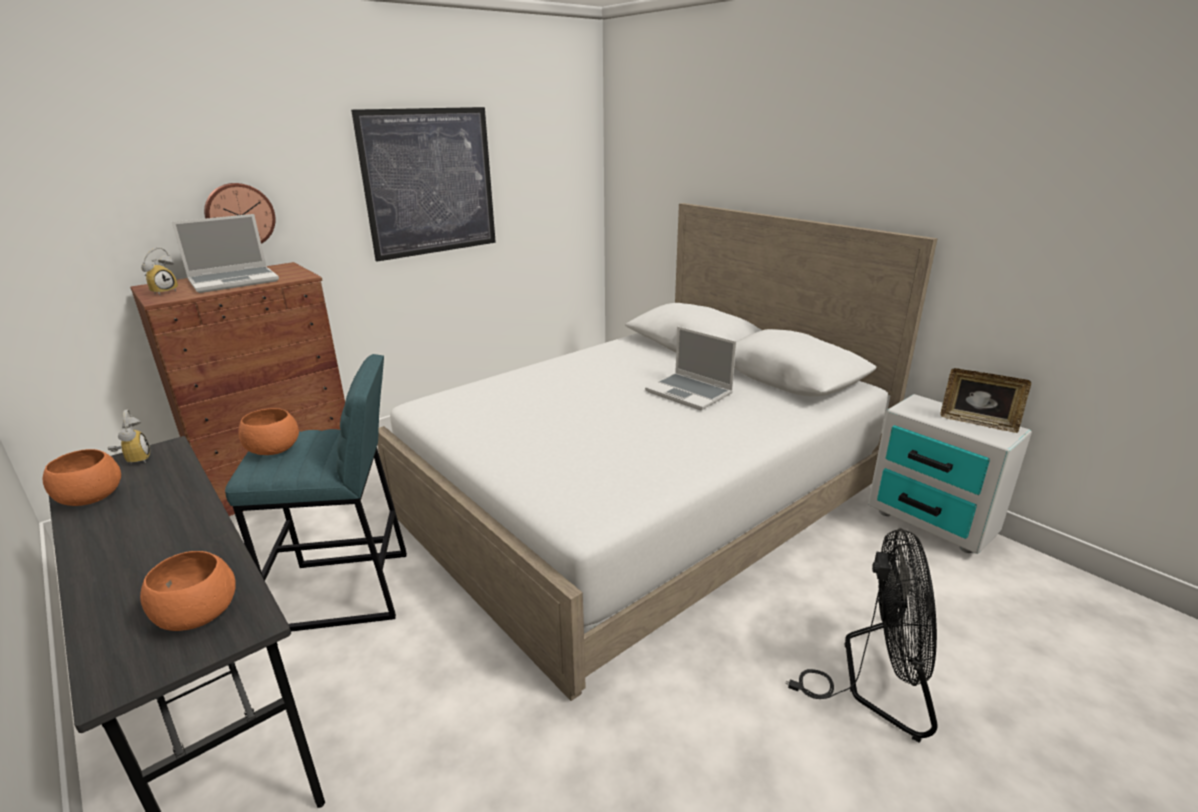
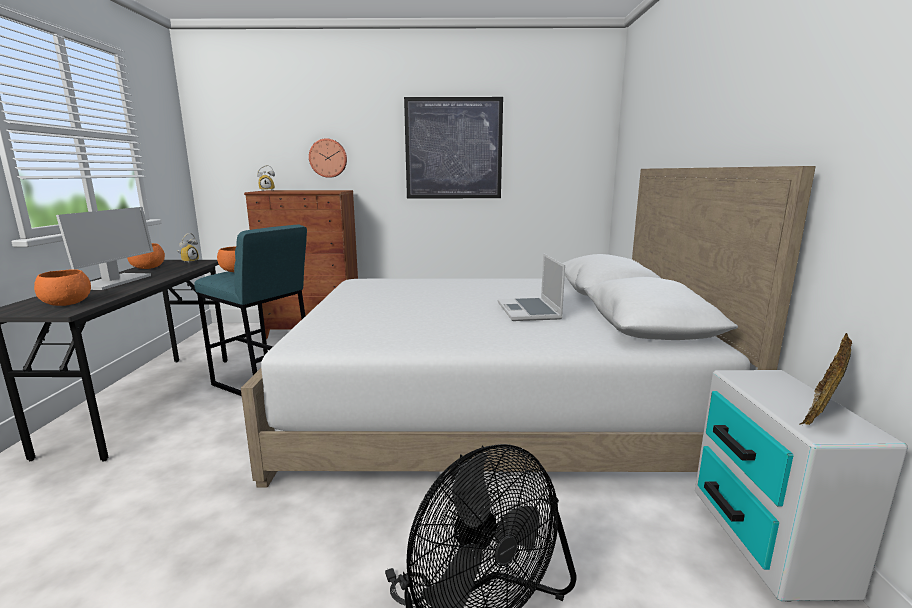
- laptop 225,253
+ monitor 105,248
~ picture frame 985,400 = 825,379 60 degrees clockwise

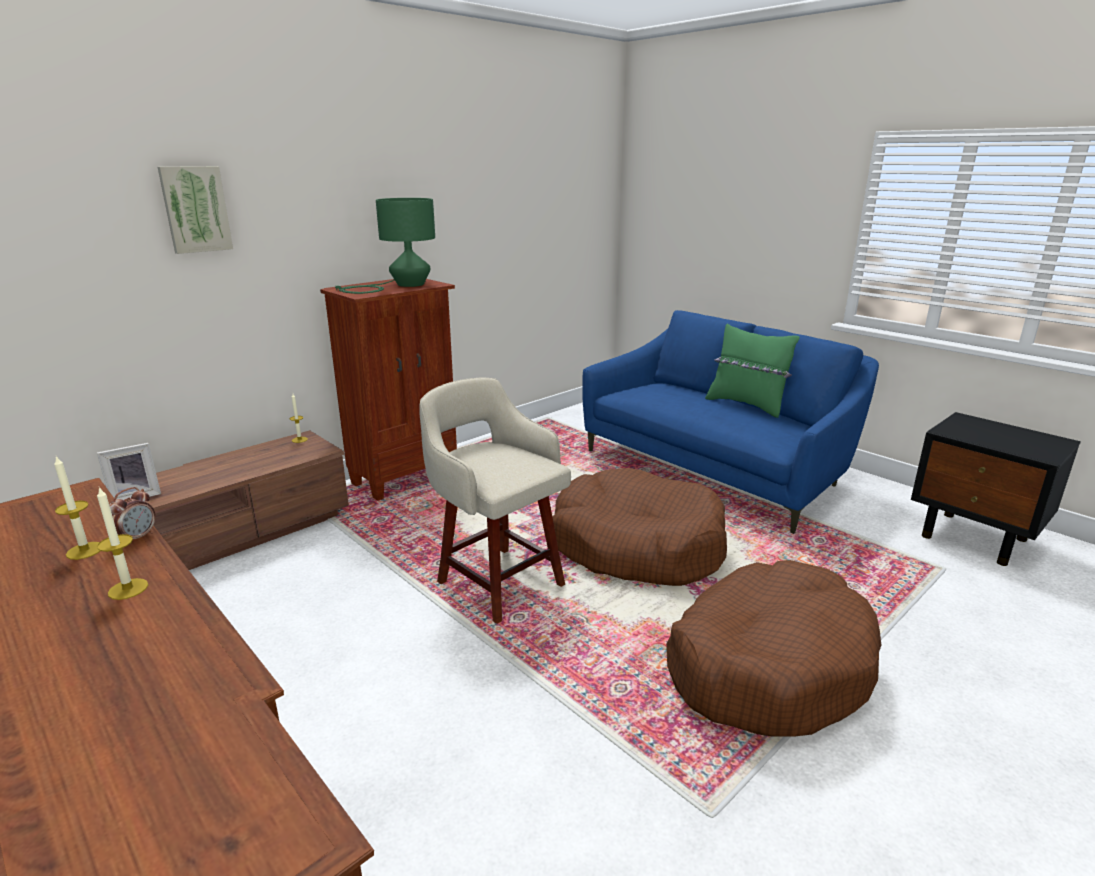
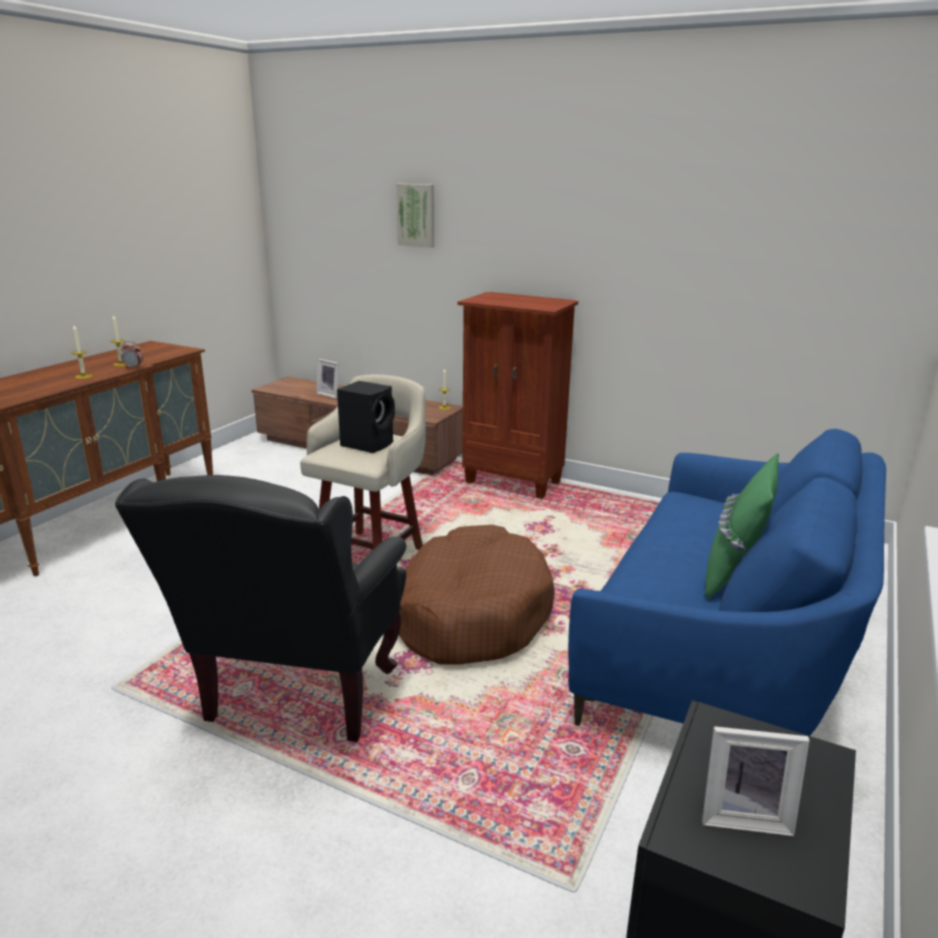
- green table lamp 385,246
+ black speaker 366,417
+ picture frame 756,781
~ brown dog bed 774,648 to black armchair 260,608

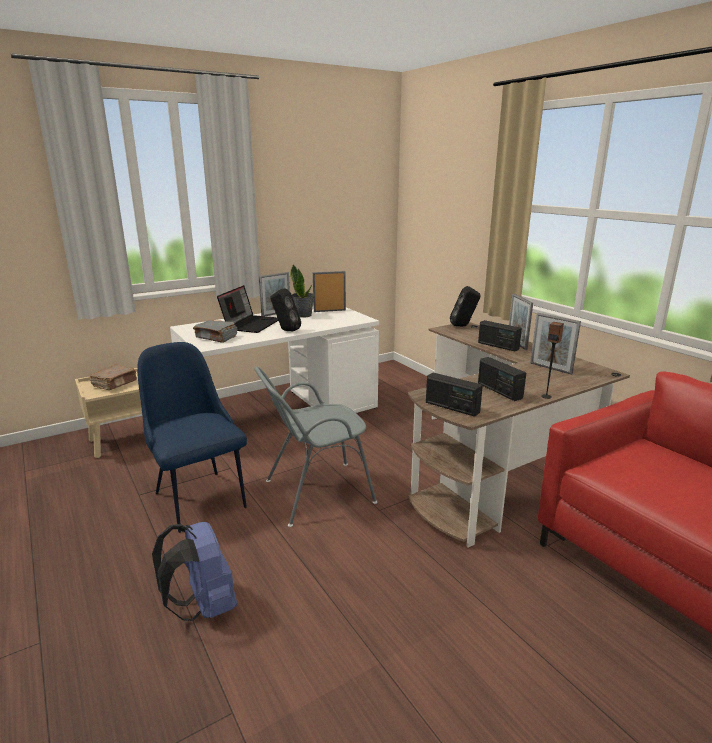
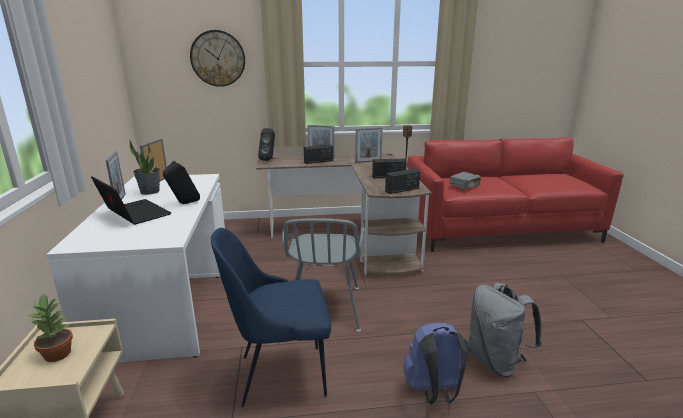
+ wall clock 217,58
+ grey backpack 505,330
~ grey book 215,331 to 465,180
~ brown book 113,377 to potted plant 50,328

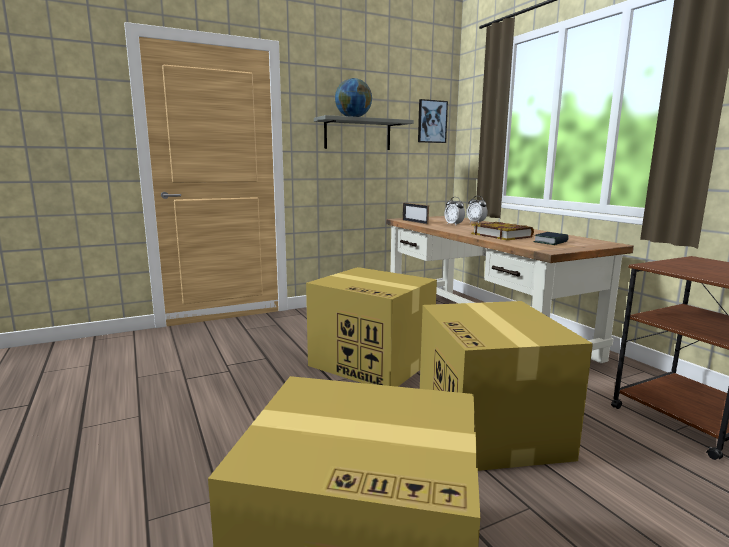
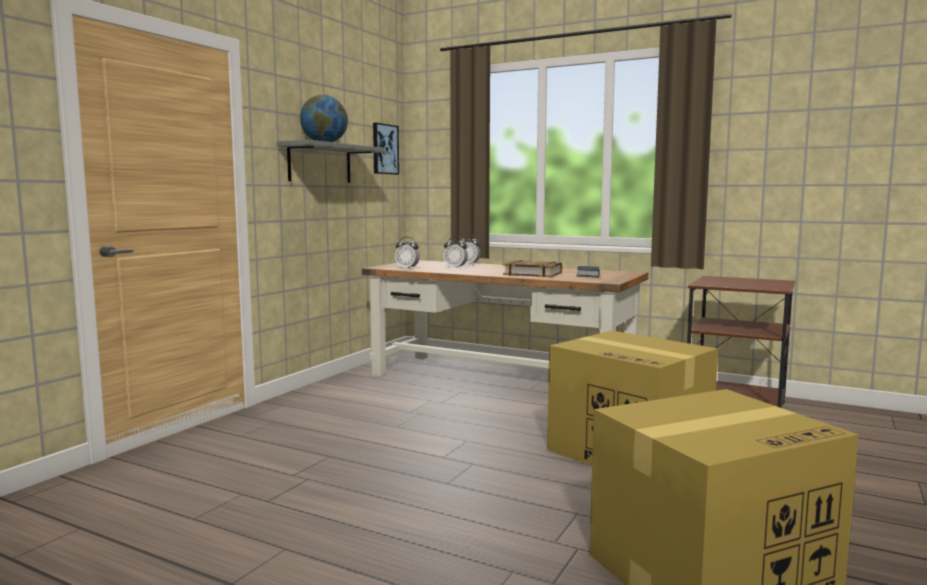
- cardboard box 371,327
~ picture frame 416,213 to alarm clock 407,253

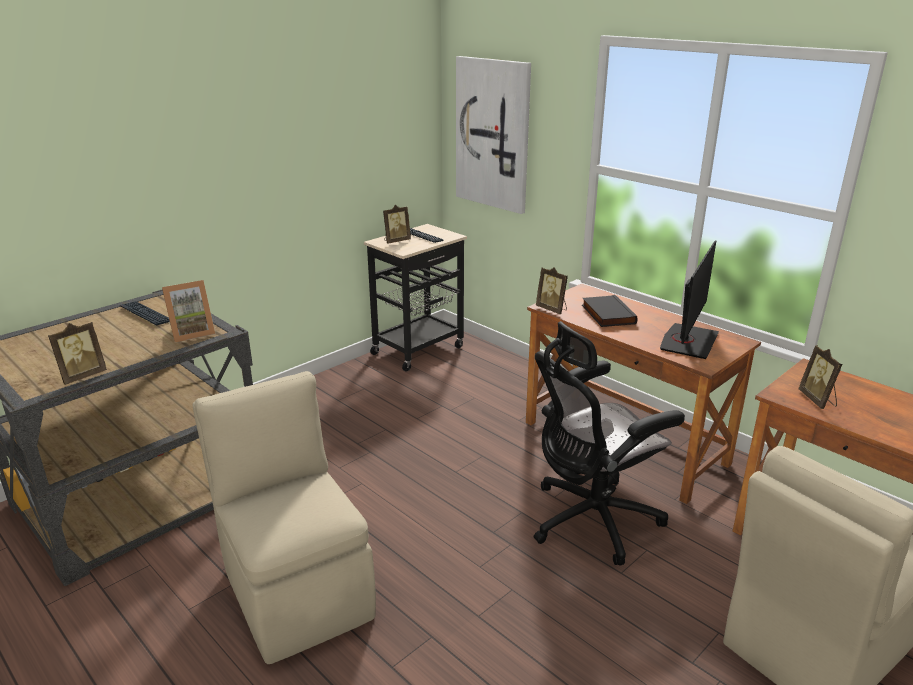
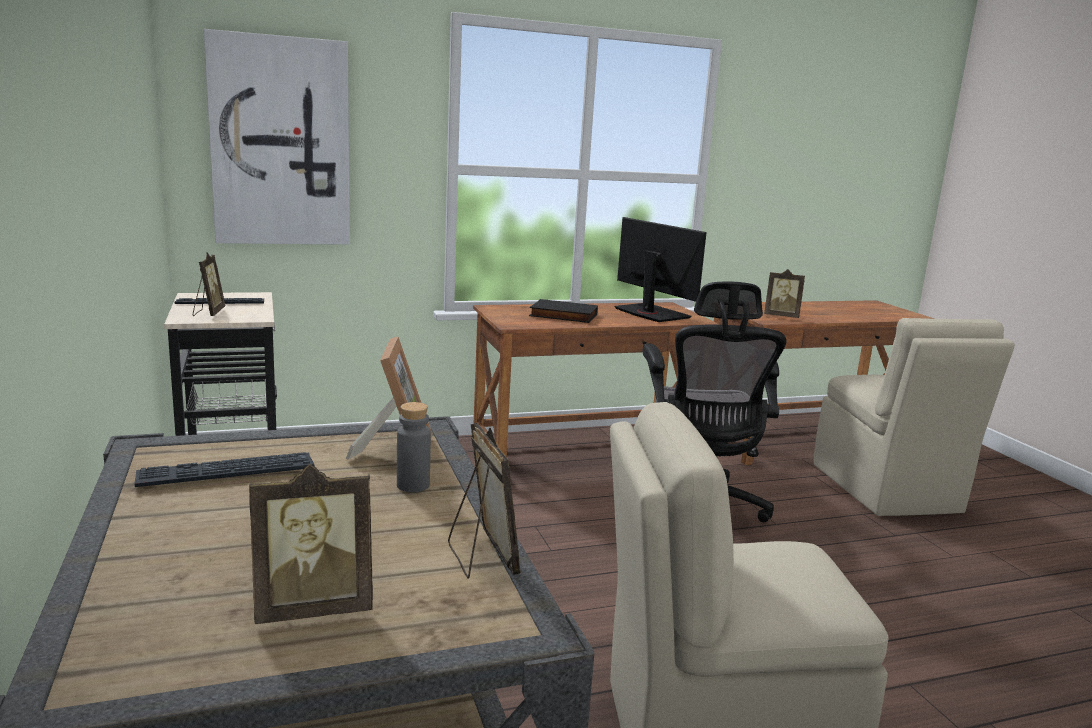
+ grey bottle 414,447
~ picture frame 552,290 to 311,544

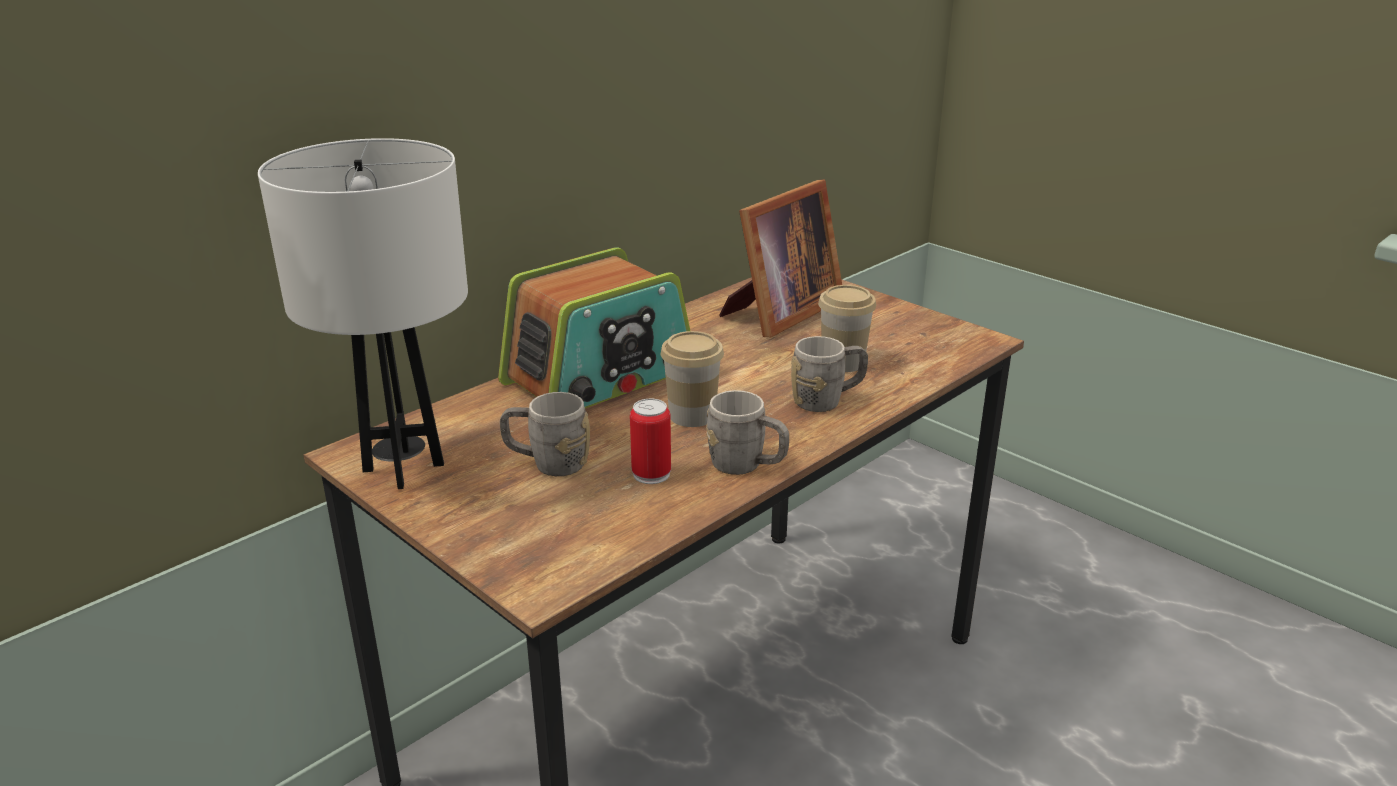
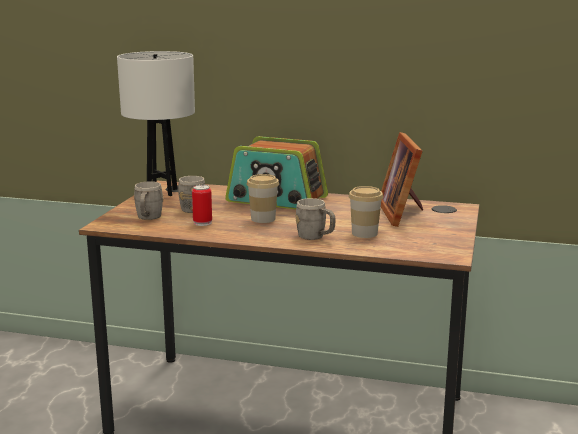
~ grey mug 747,432 to 149,200
~ picture frame 780,258 = 402,179 75 degrees clockwise

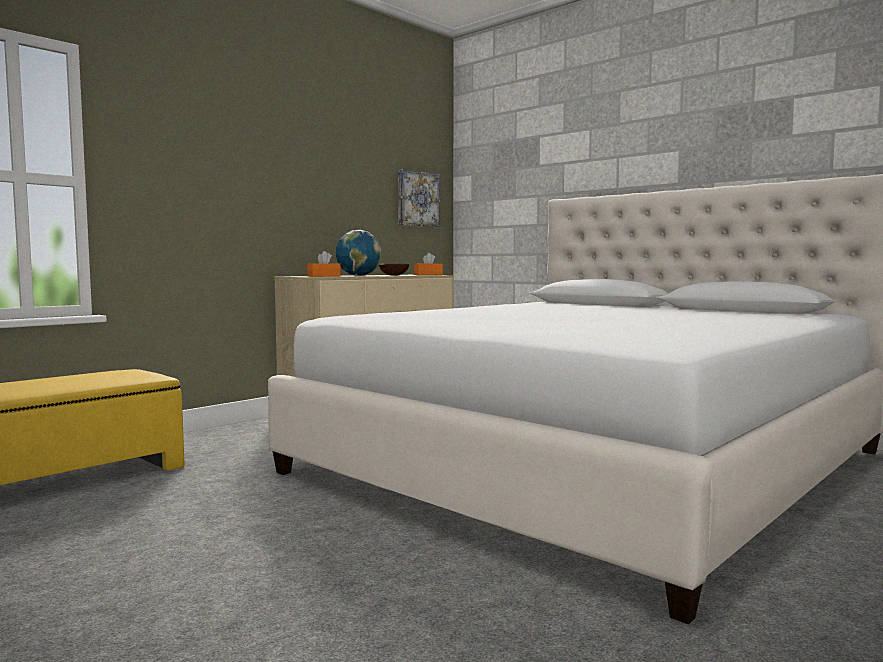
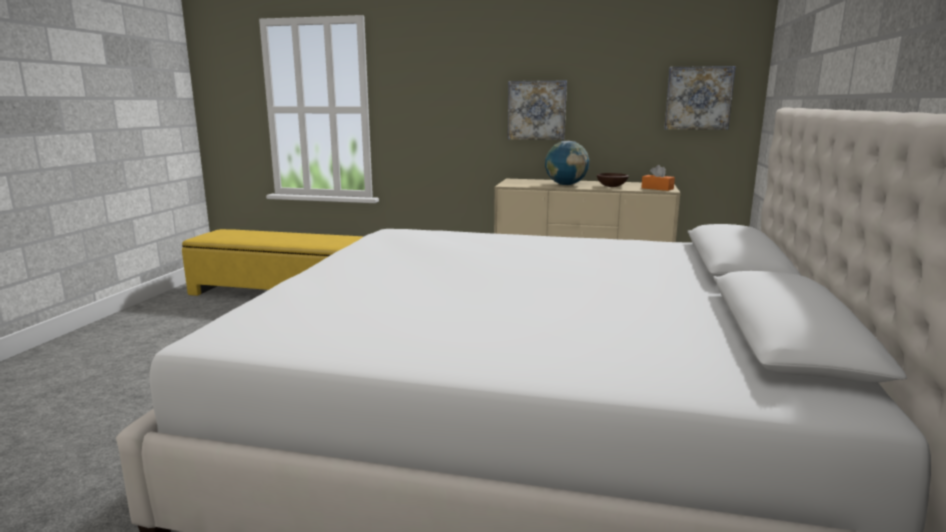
- orange tissue box 324,264
+ picture 537,110

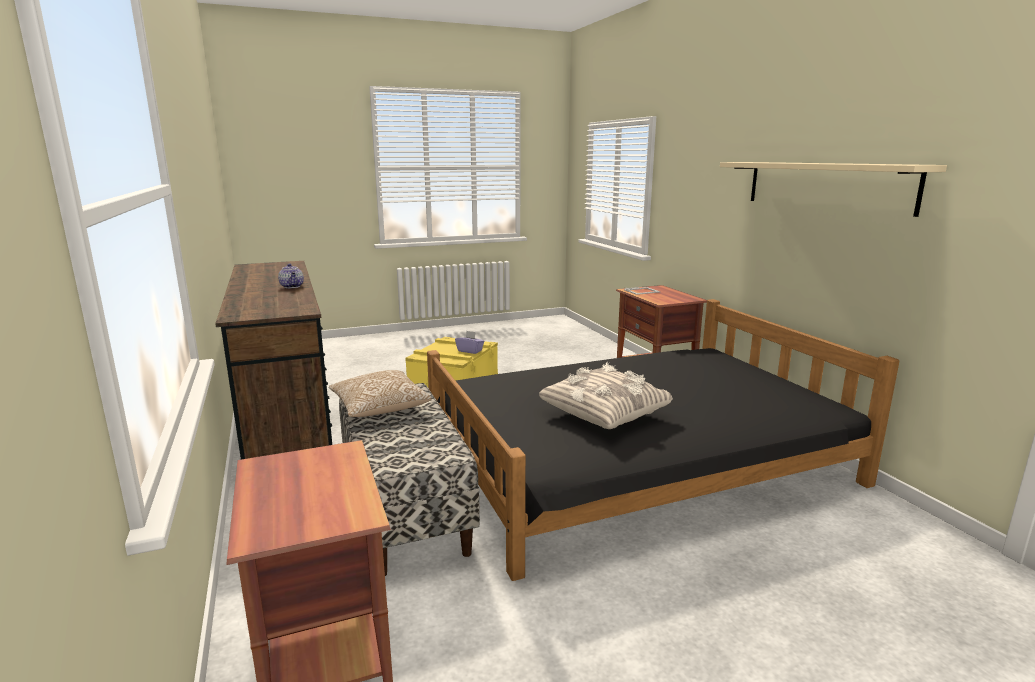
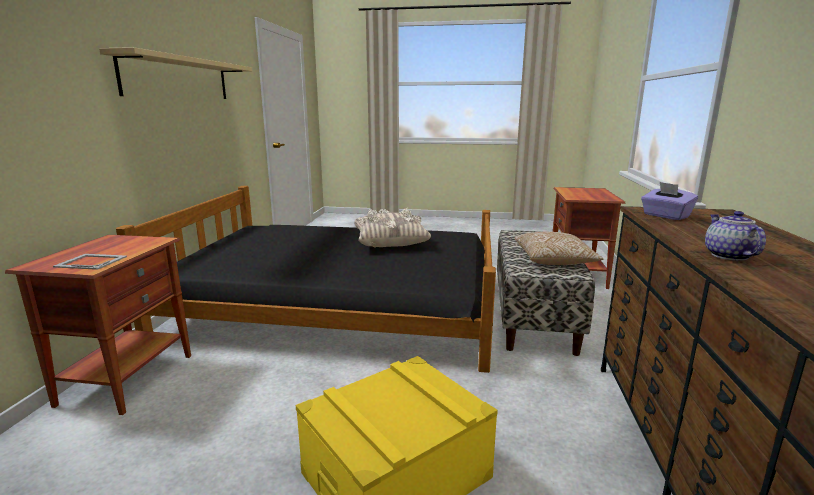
~ purple tissue box 469,342 to 669,201

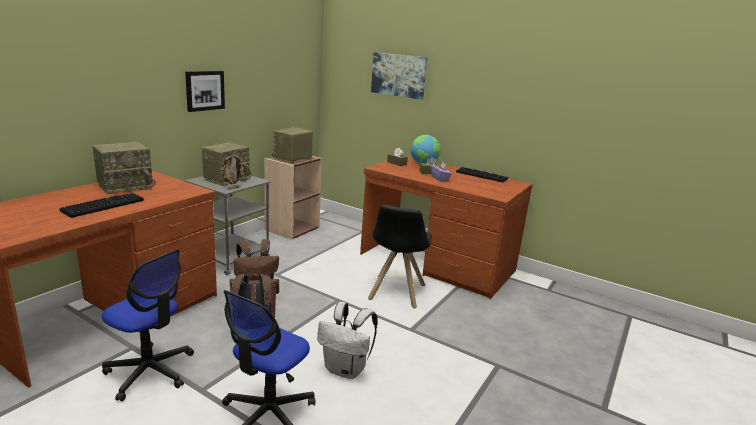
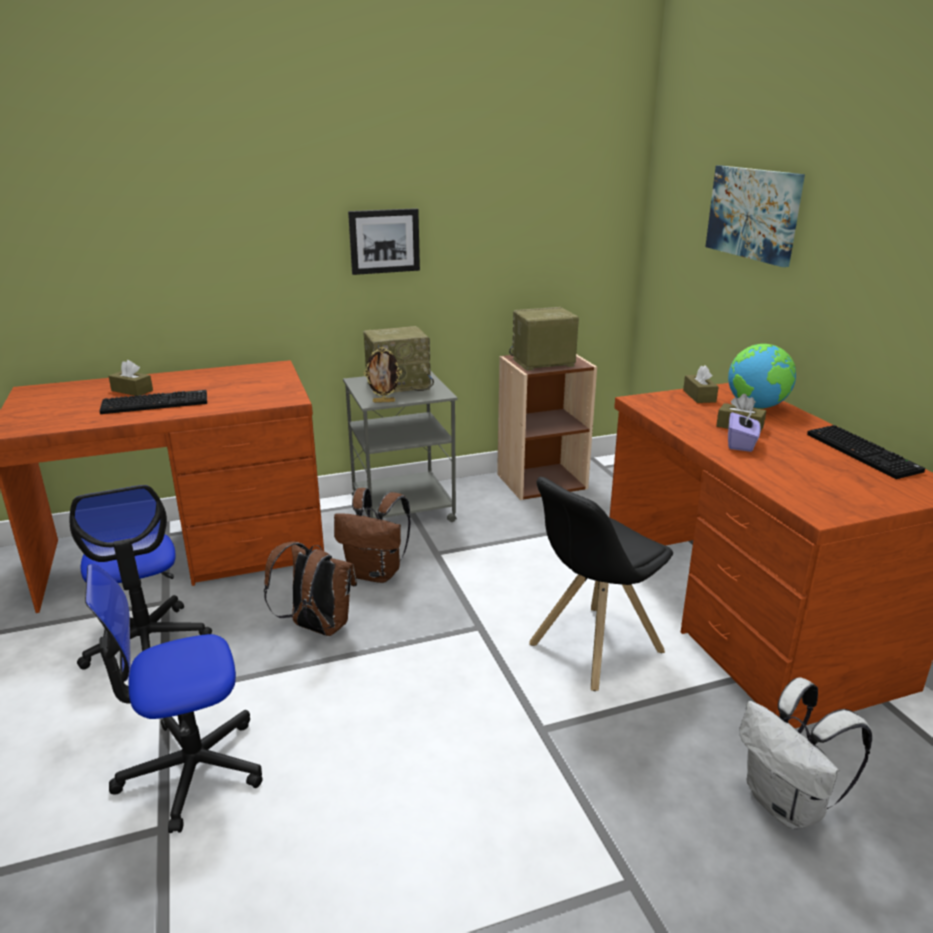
- radio 123,168
+ brown tissue box 130,378
~ white backpack 347,340 to 805,753

